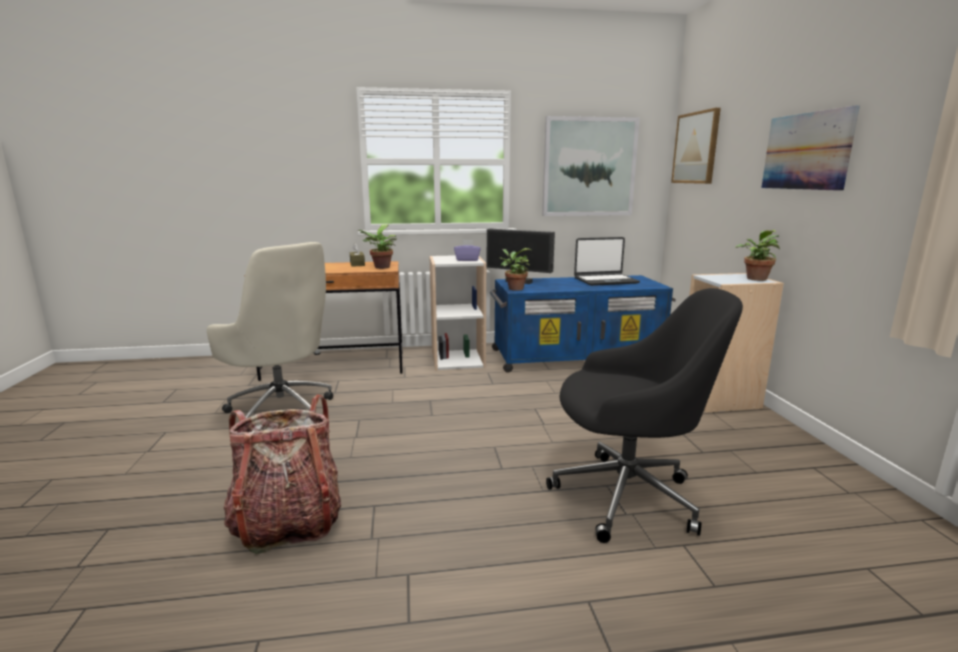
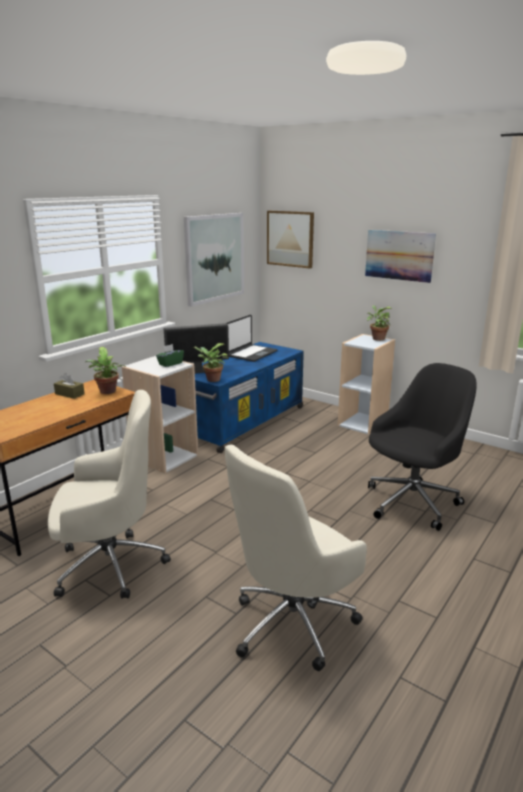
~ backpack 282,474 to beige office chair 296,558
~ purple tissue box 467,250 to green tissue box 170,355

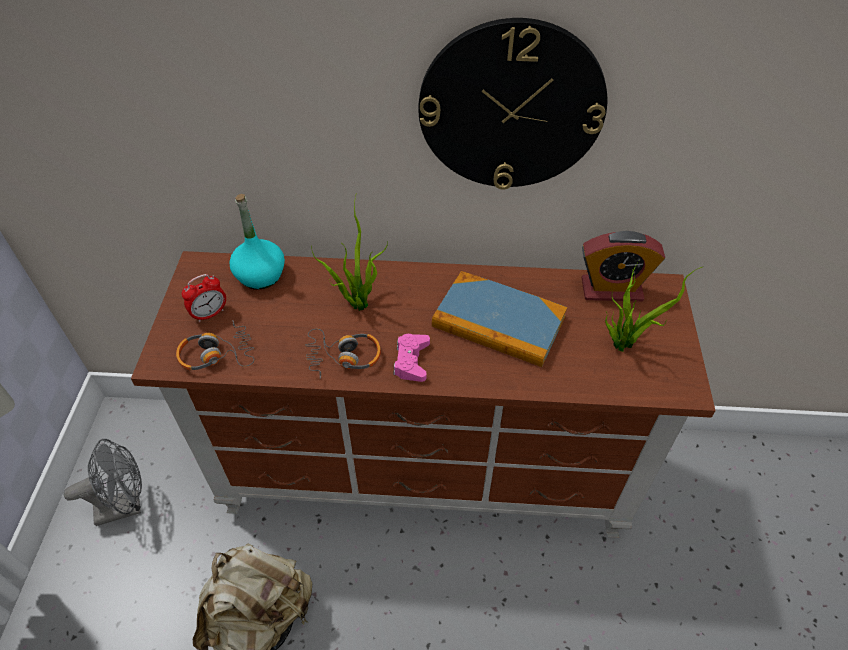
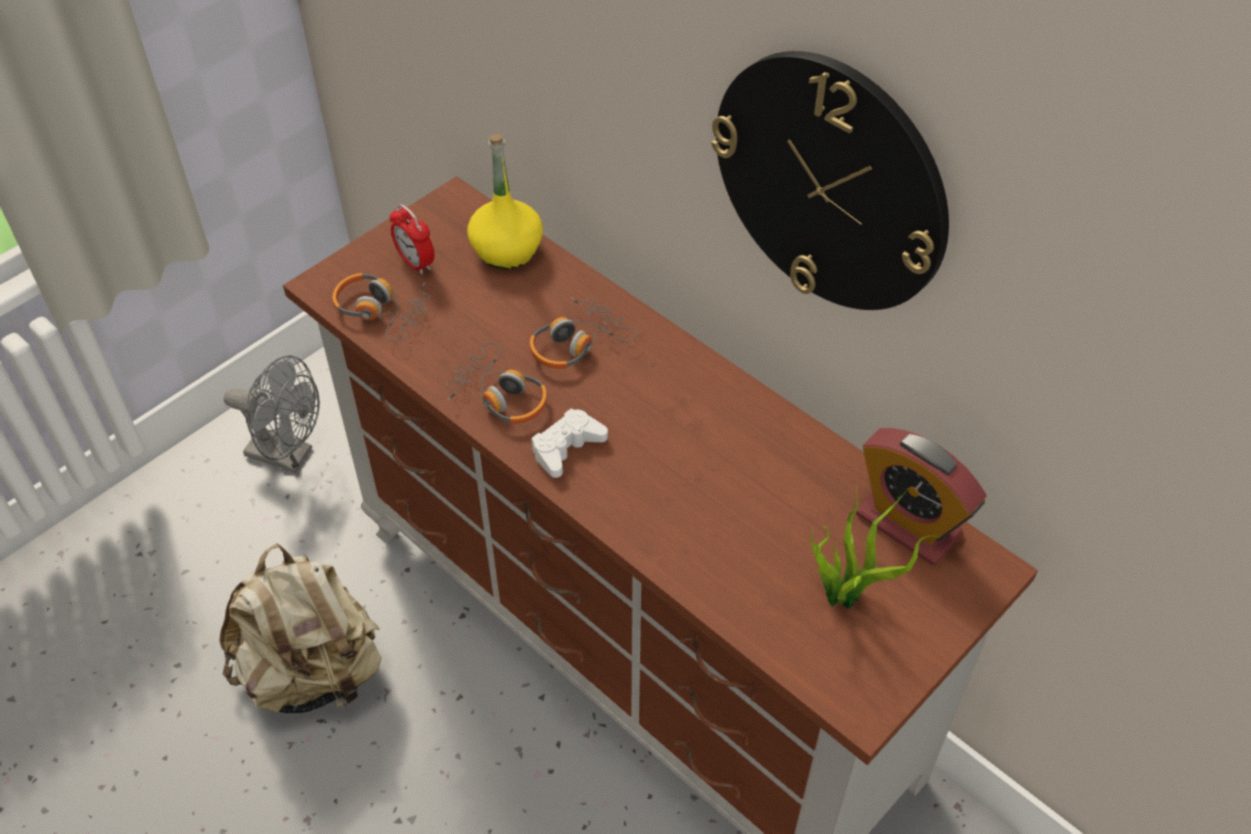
- book 500,319
~ potted plant 349,251 to headphones 583,333
~ turquoise bottle 257,242 to yellow bottle 505,201
~ pink game controller 411,358 to white game controller 570,443
~ alarm clock 204,298 = 412,239 45 degrees clockwise

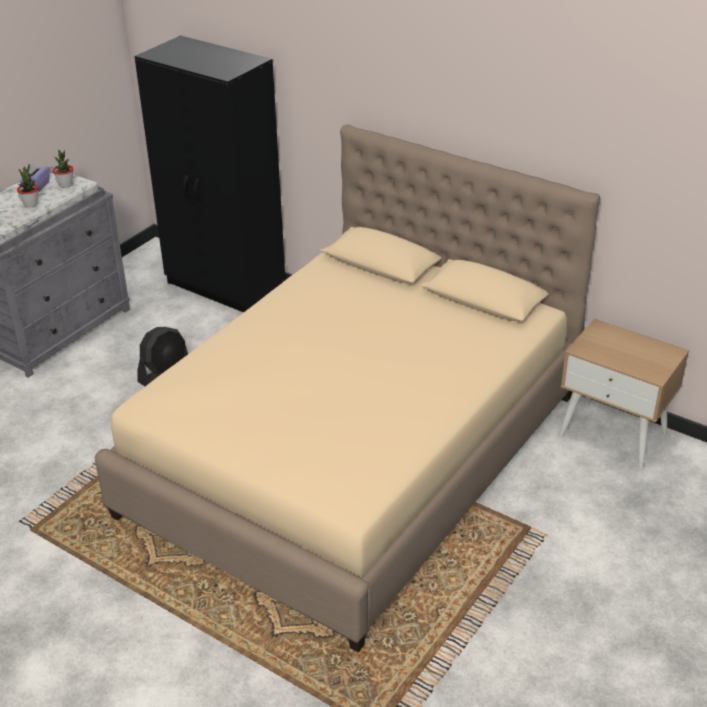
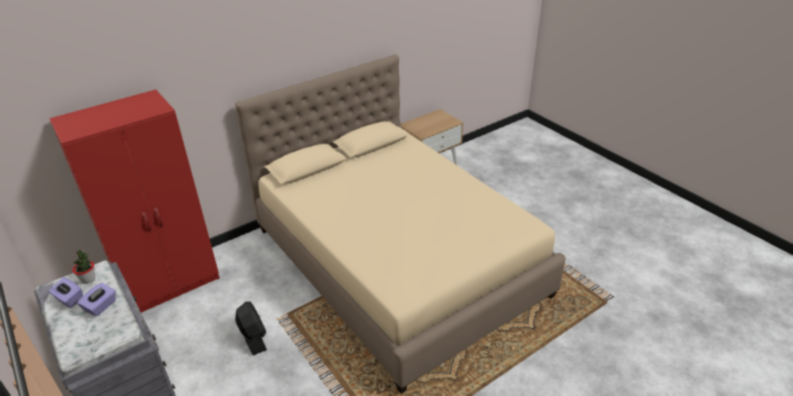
~ potted plant 27,186 to purple tissue box 96,299
~ black wardrobe 210,173 to red wardrobe 134,201

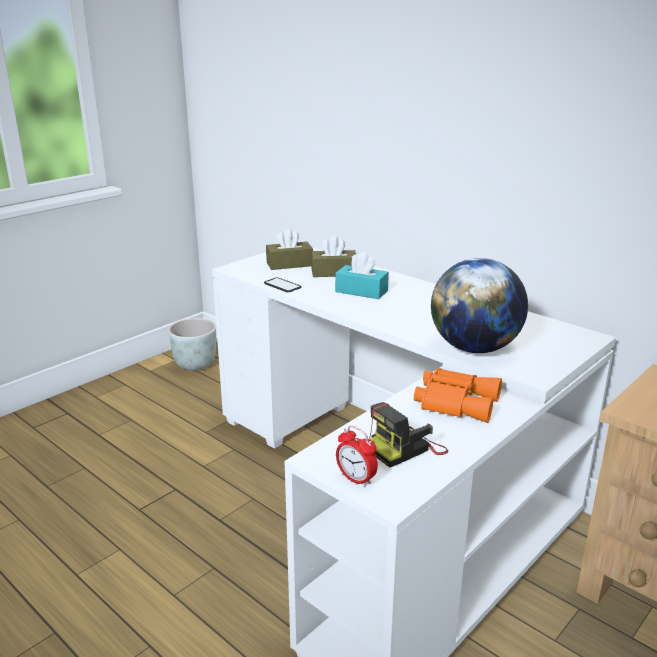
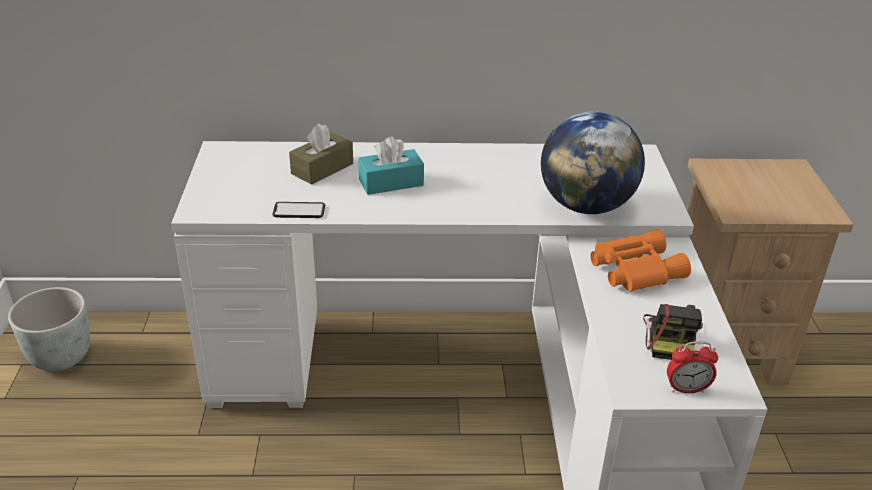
- brown tissue box 289,249

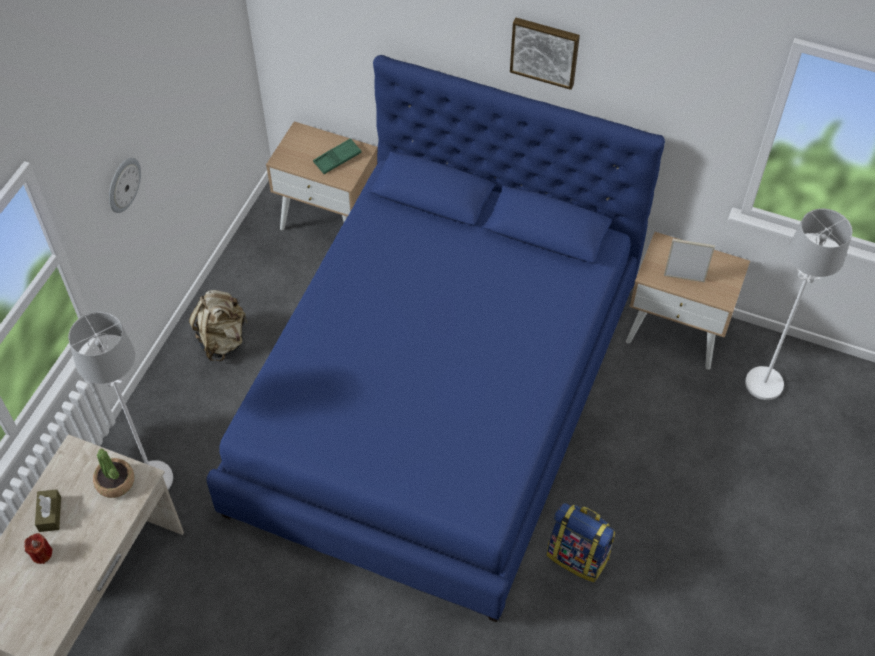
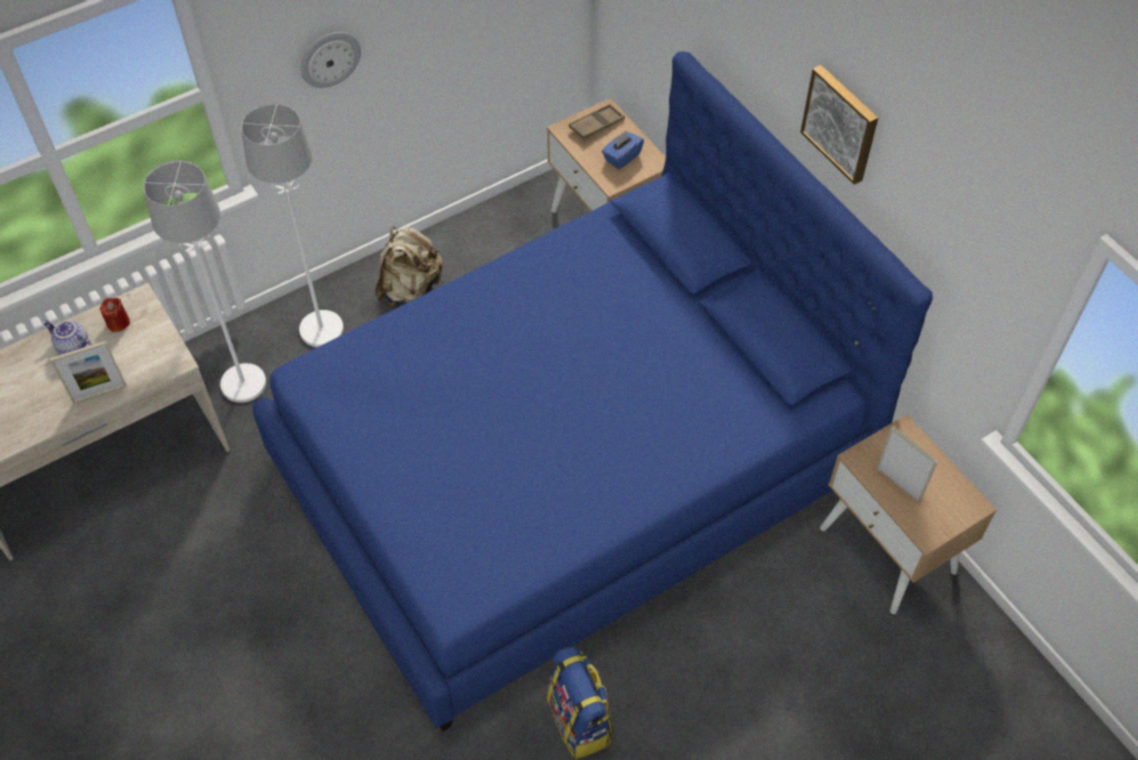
- potted plant 113,473
+ picture frame 88,372
+ brown tray 597,121
~ red candle 38,548 to 115,315
~ white floor lamp 798,304 to 292,225
~ brown tissue box 48,510 to teapot 67,337
~ green tray 337,156 to blue tissue box 623,149

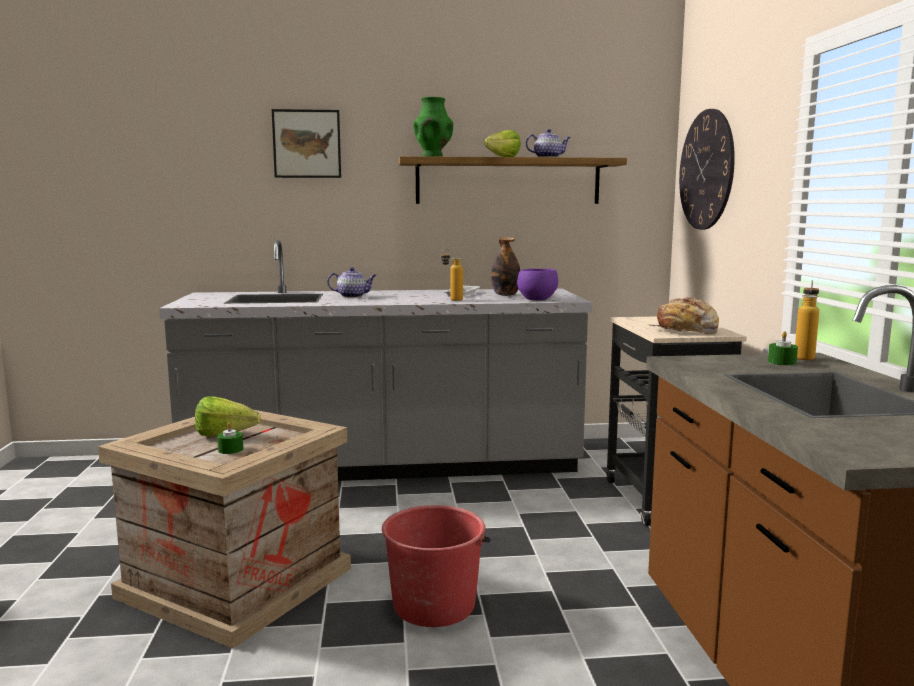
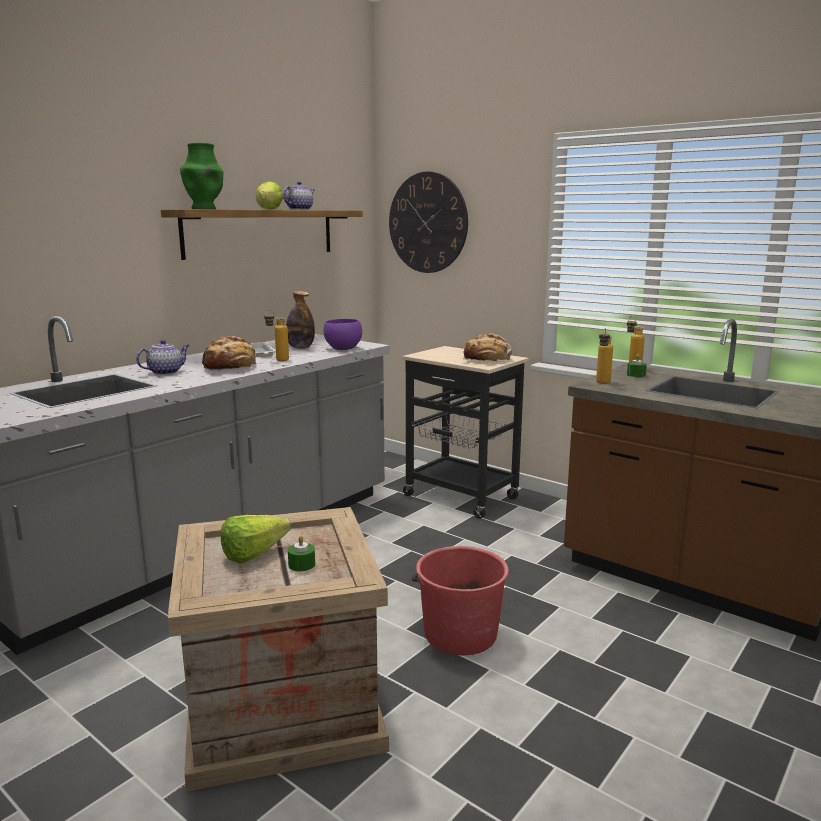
- picture 306,143
+ bread 229,353
+ bottle 604,356

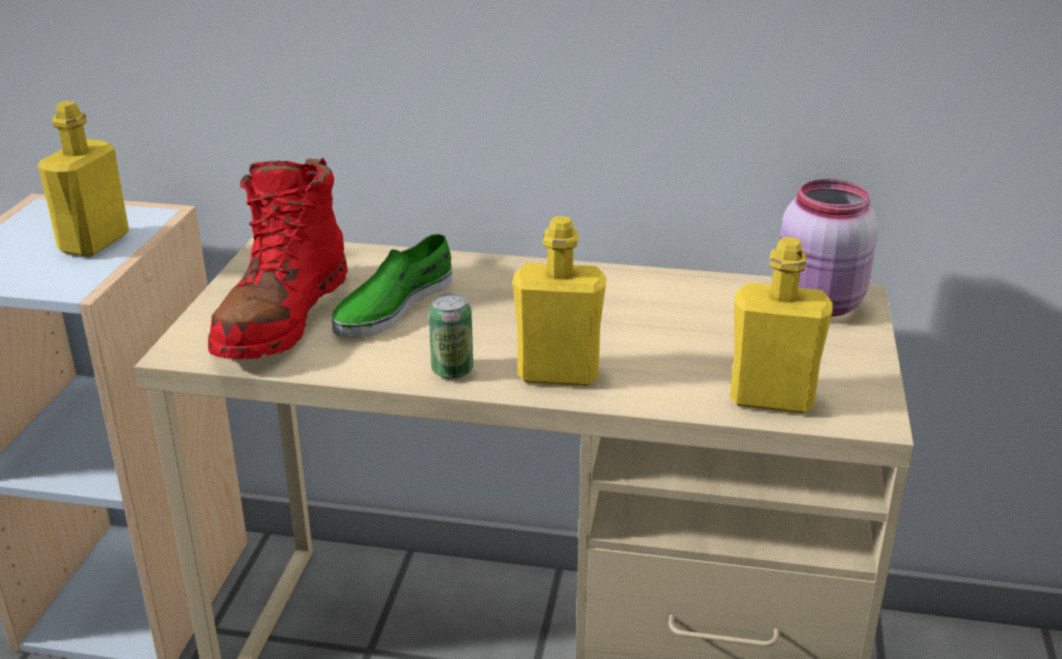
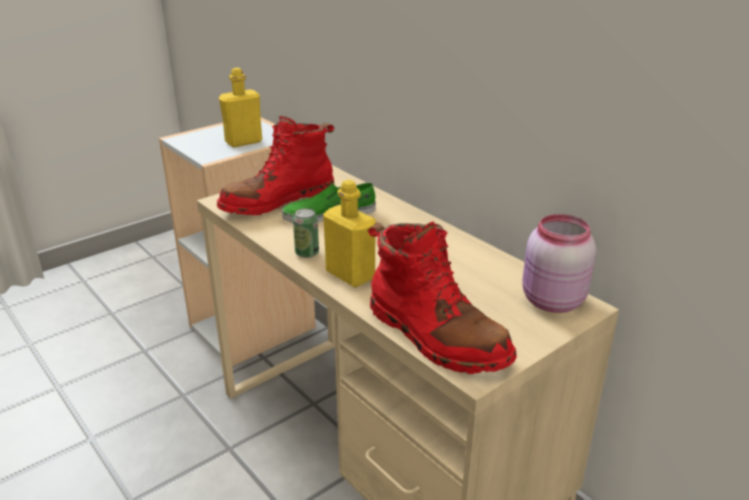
~ yellow bottle 781,325 to red boot 442,297

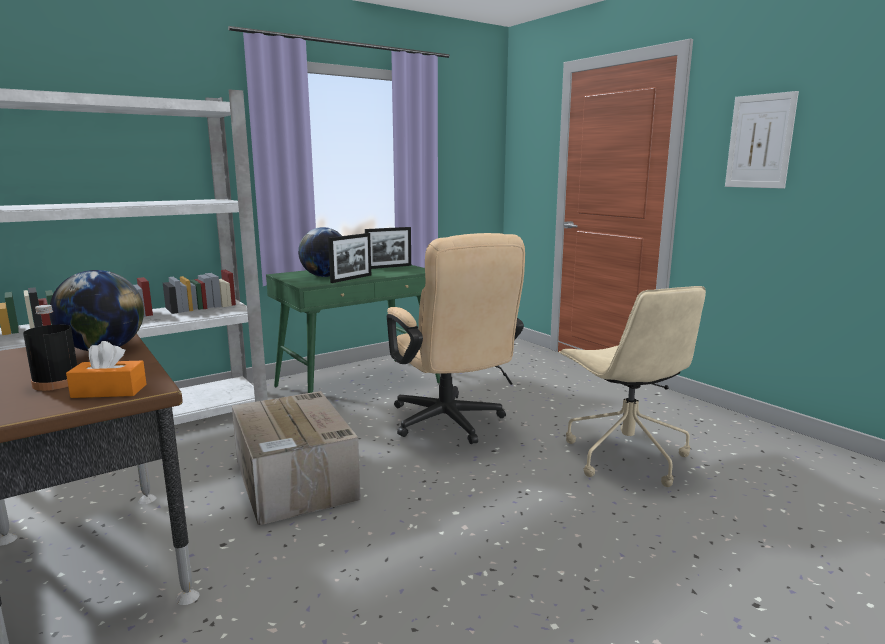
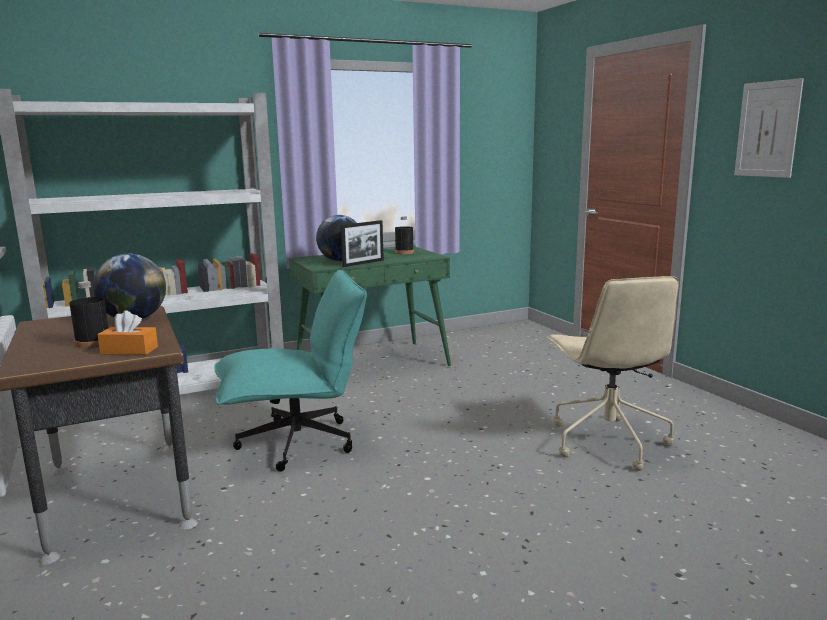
- beige office chair 456,338
~ cardboard box 296,458 to turquoise office chair 290,371
~ picture frame 388,248 to black bottle 404,235

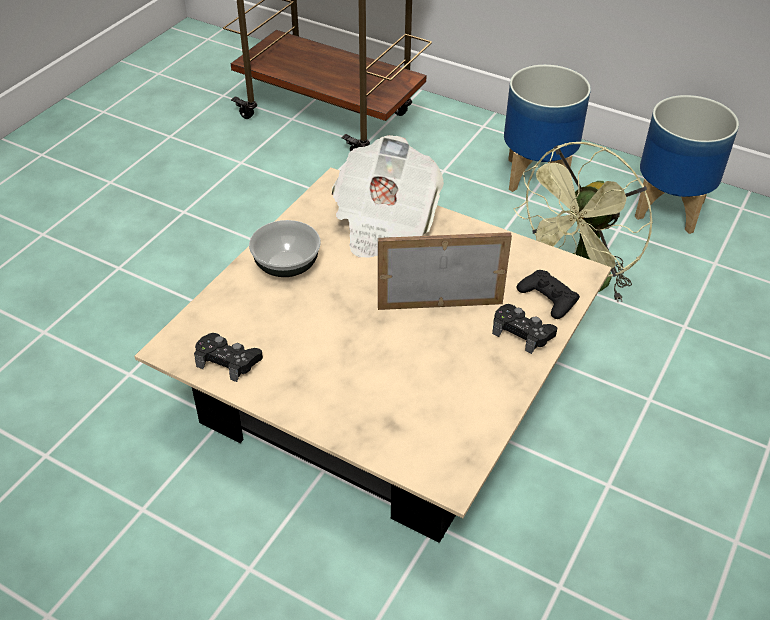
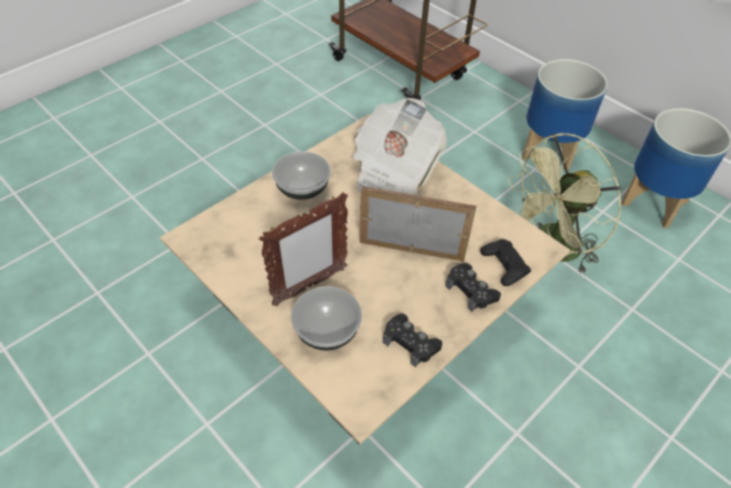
+ picture frame 303,249
+ bowl 326,318
~ black game controller 228,357 to 412,340

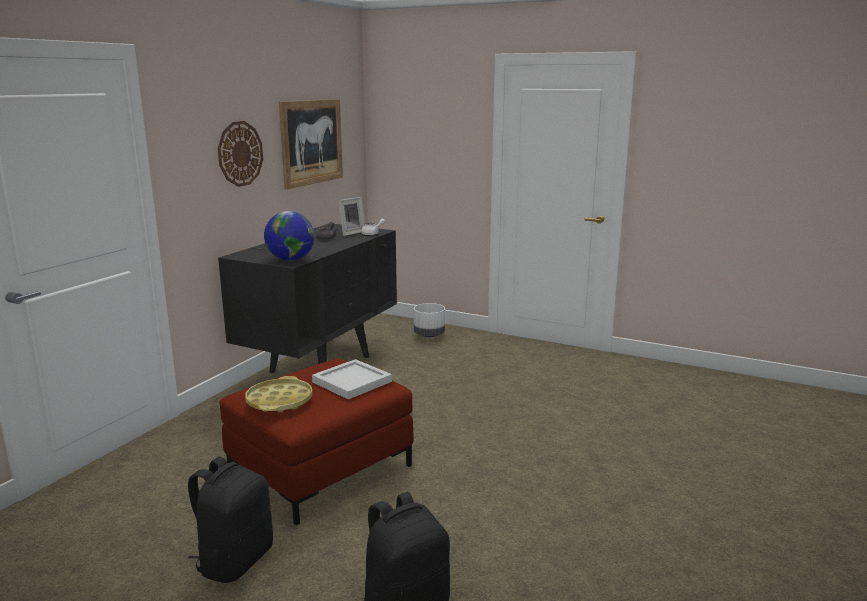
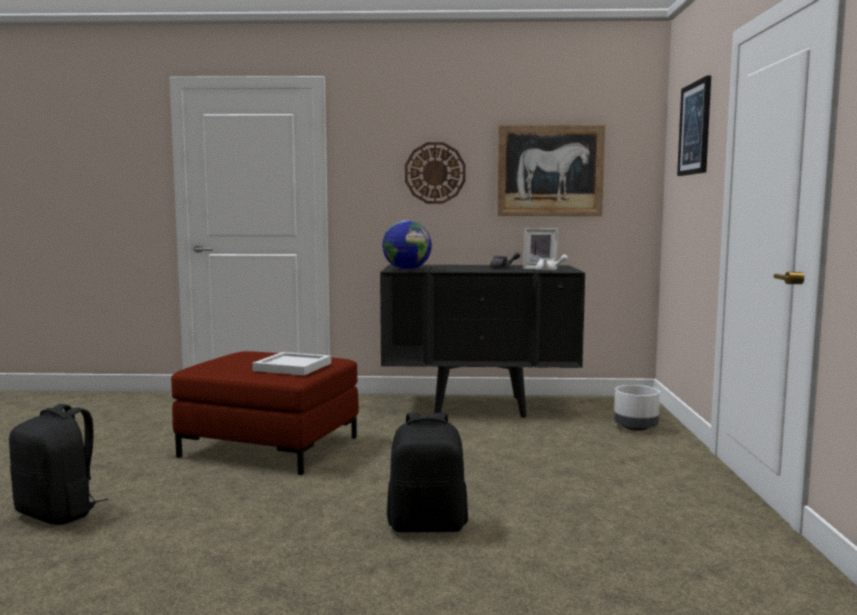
- yellow tray 279,394
+ picture 694,126
~ black backpack 230,520 to 427,472

